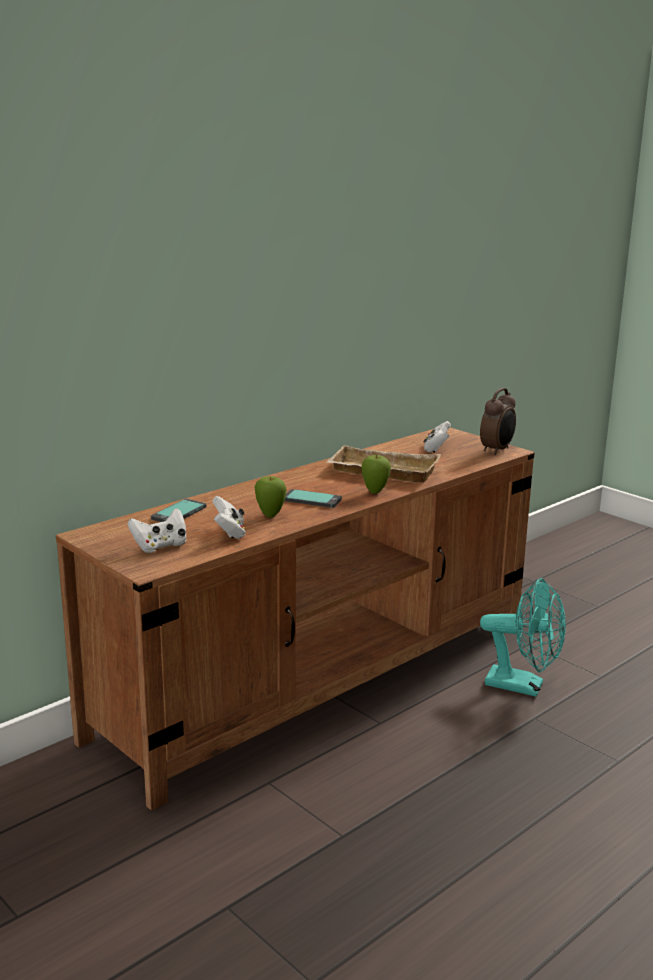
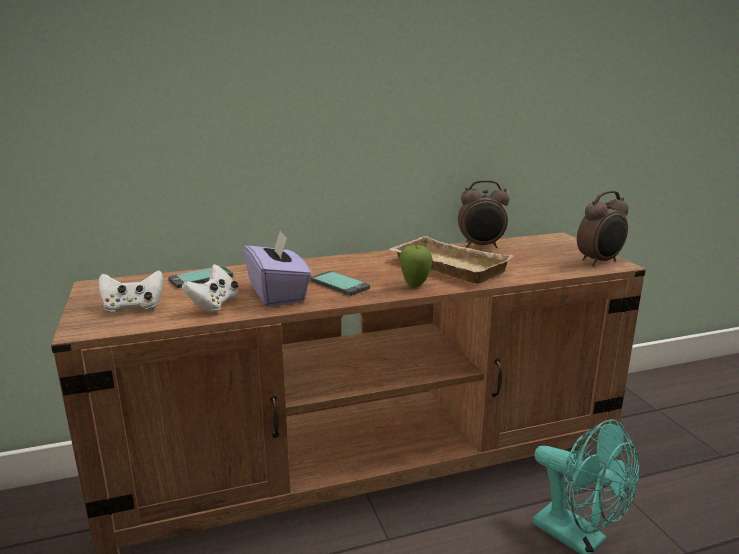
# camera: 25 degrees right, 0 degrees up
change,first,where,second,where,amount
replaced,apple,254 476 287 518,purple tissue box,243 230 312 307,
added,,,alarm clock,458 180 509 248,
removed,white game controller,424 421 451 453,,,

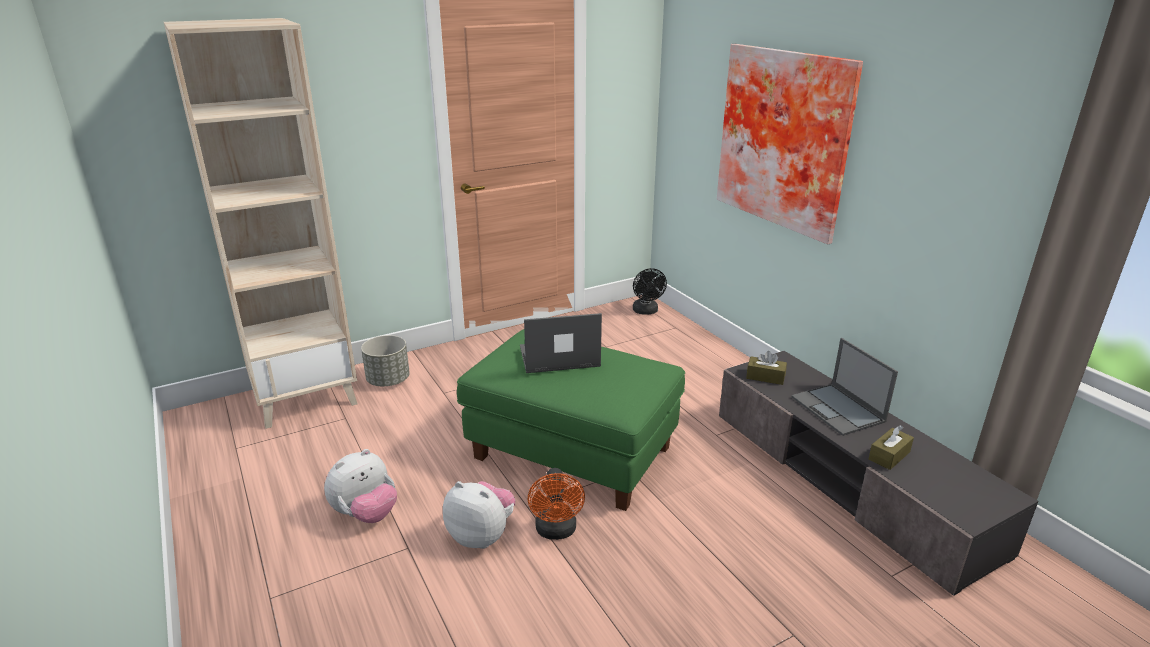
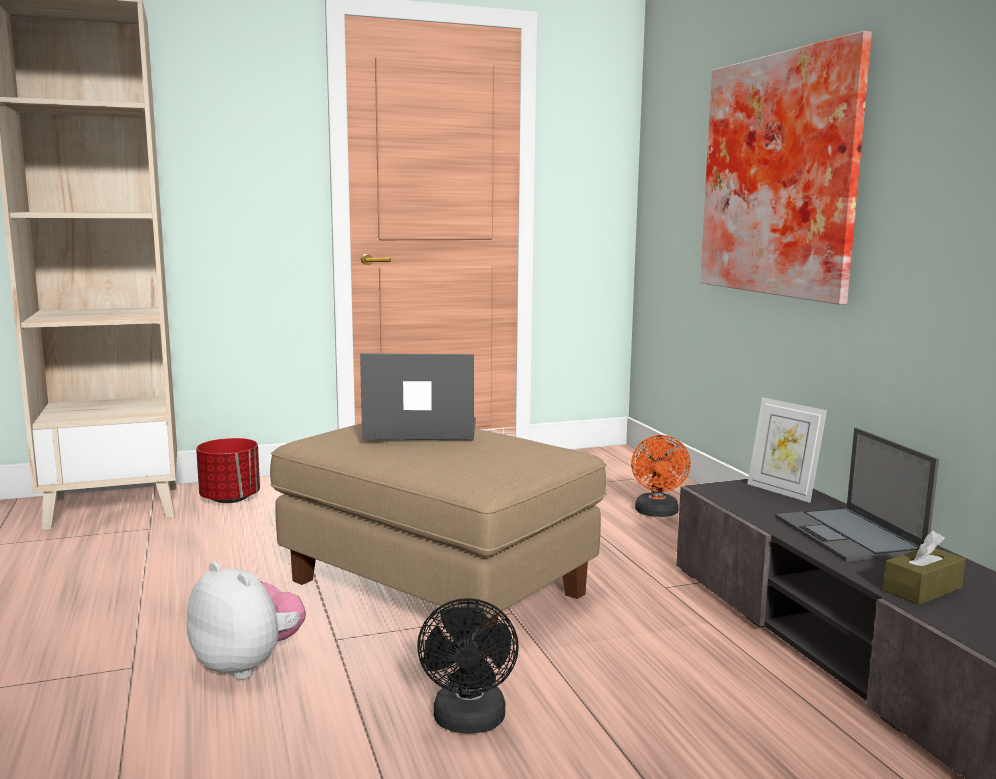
# camera: 10 degrees right, 15 degrees down
change,first,where,second,where,amount
recoloured,grey planter,361 335 410 386,red planter,196 438 260 503,
recoloured,green ottoman,457 329 685 511,beige ottoman,270 423 606 657,
moved,black fan,633 268 667 315,,417 598 519 734,
moved,orange fan,528 468 585 540,,631 435 691 517,
added,,,picture frame,747 397 827 503,
removed,plush toy,324 449 397 523,,,
removed,brown tissue box,746 351 787 385,,,

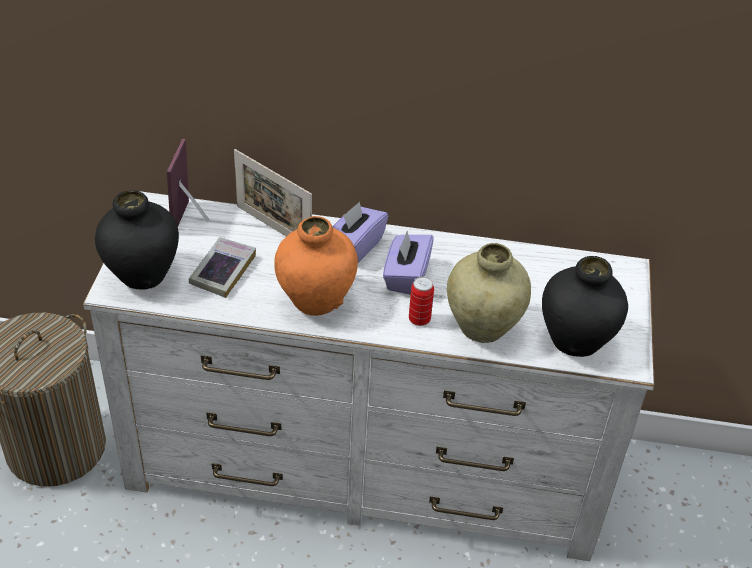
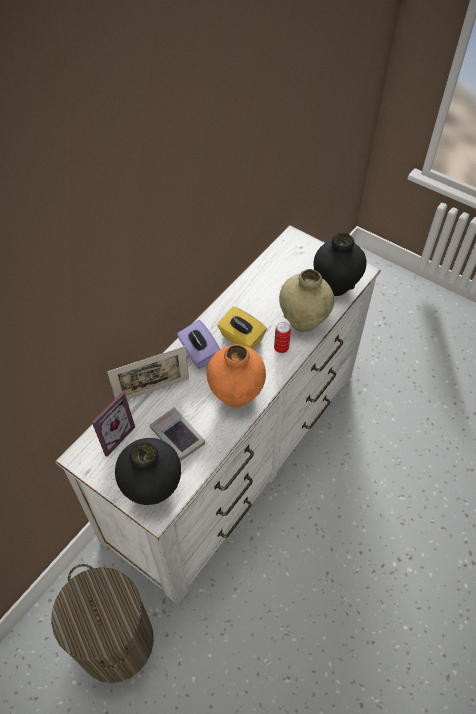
# camera: 60 degrees left, 10 degrees up
change,first,where,second,where,amount
turned,picture frame,167 139 209 226,,92 392 135 457,90 degrees counterclockwise
recoloured,purple tissue box,383 231 434 295,yellow tissue box,217 307 267 349,

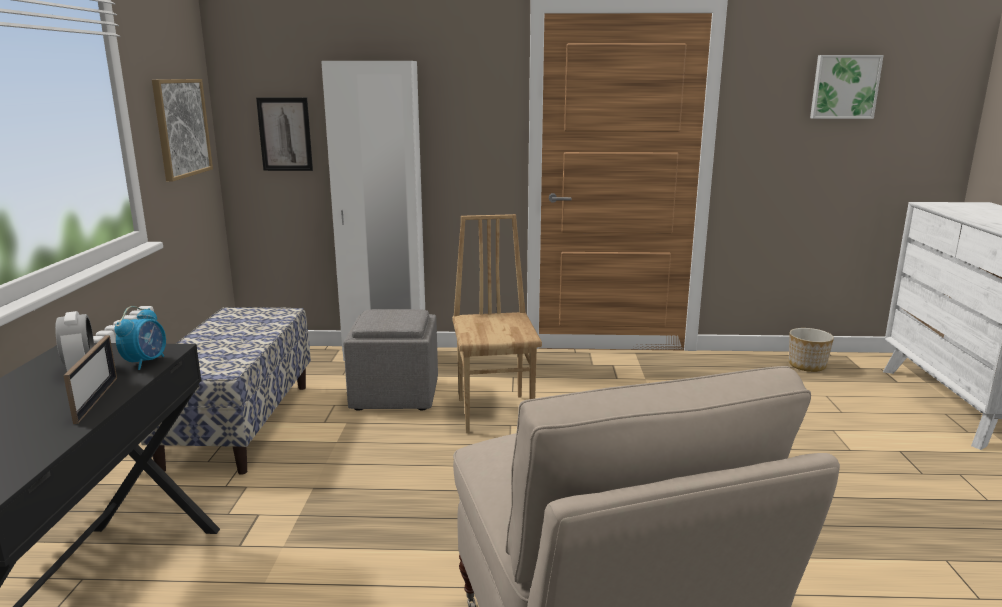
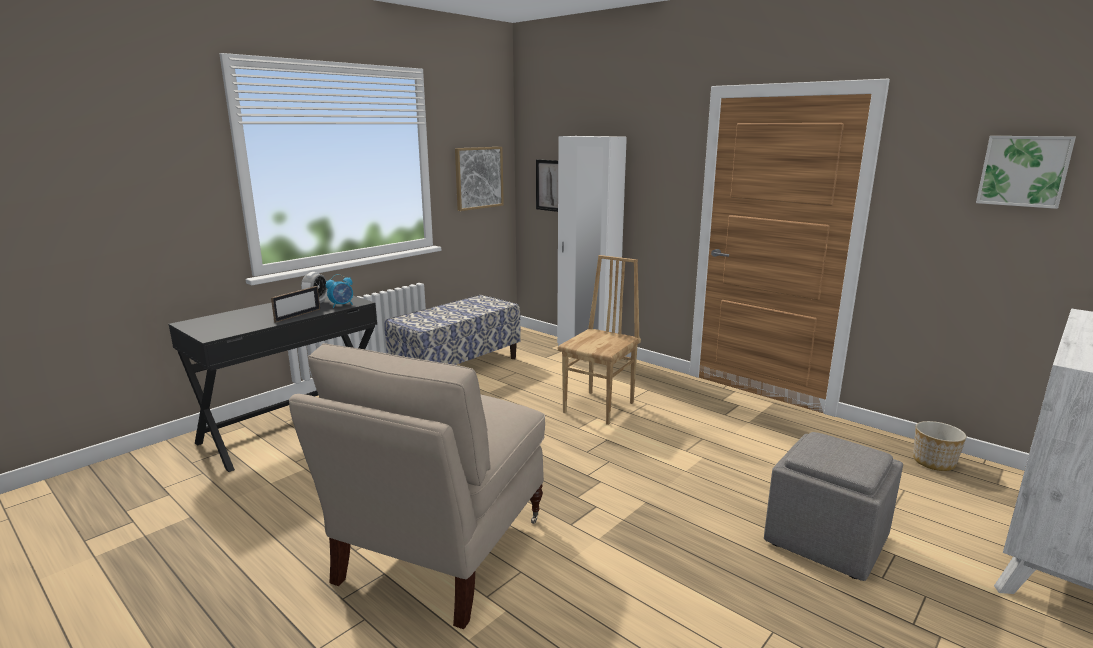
# camera: 40 degrees right, 0 degrees up
change,first,where,second,where,amount
moved,grey ottoman,343 309 438 411,,764 432 903 581,

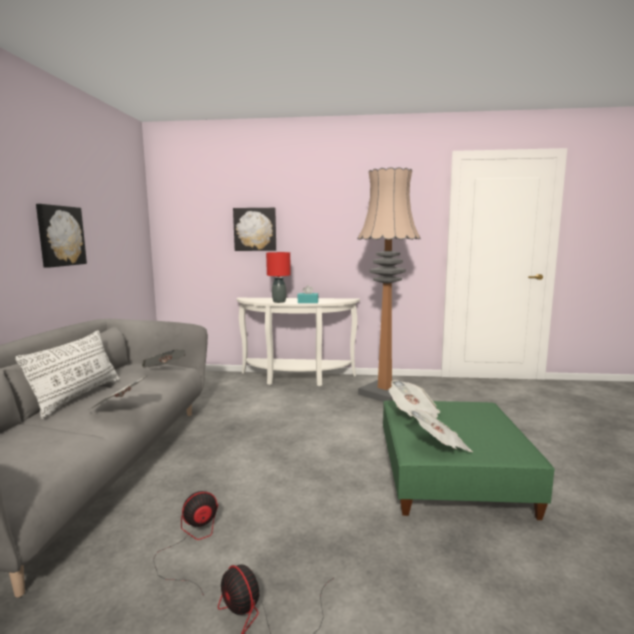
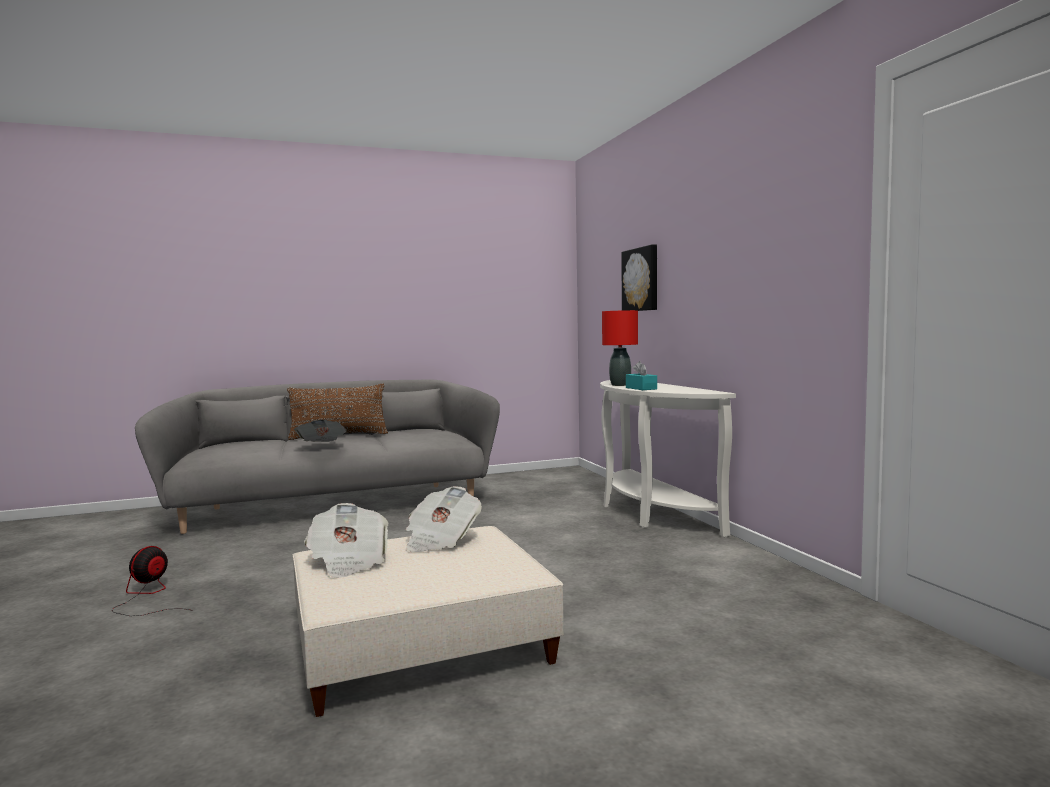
# camera: 65 degrees right, 5 degrees down
change,first,where,second,where,amount
recoloured,white pillow,15 330 120 419,brown pillow,287 384 388 440,
recoloured,green ottoman,383 400 555 520,beige ottoman,292 526 564 717,
removed,picture,36 204 87 268,,,
removed,newspaper,142 350 186 368,,,
removed,fan,153 491 218 596,,,
removed,floor lamp,357 167 421 402,,,

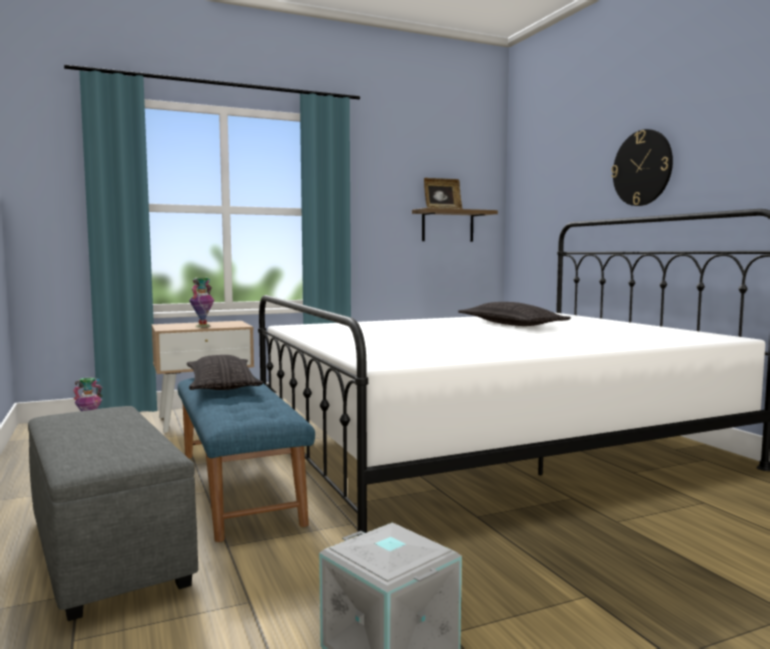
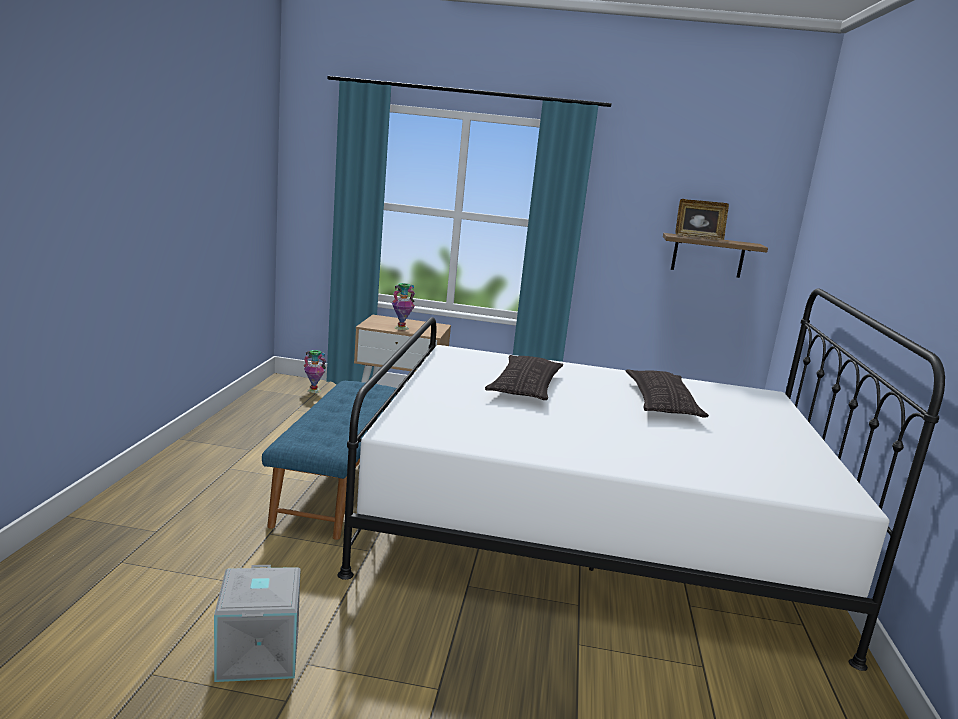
# camera: 30 degrees right, 10 degrees up
change,first,where,second,where,amount
moved,pillow,186 355 263 390,,485 355 563 400,
removed,grey ottoman,28 406 198 621,,,
removed,wall clock,611 129 673 206,,,

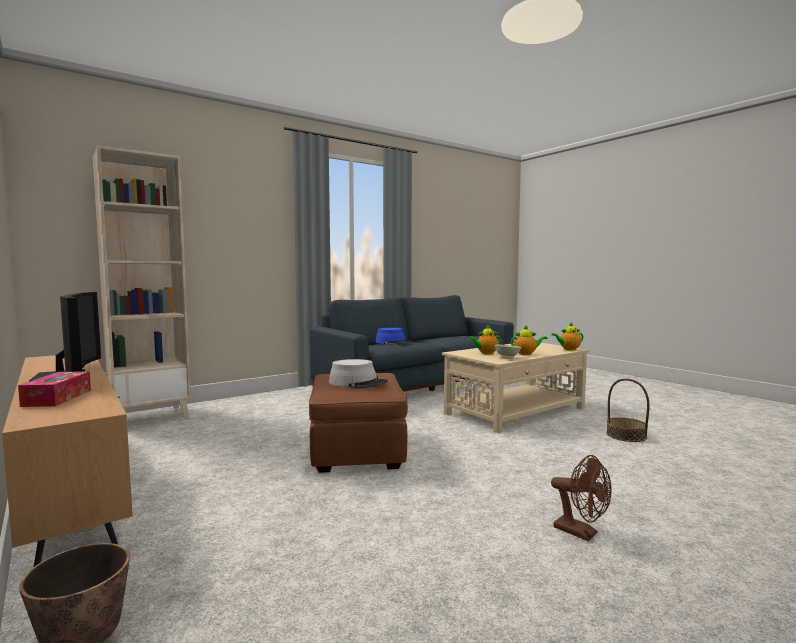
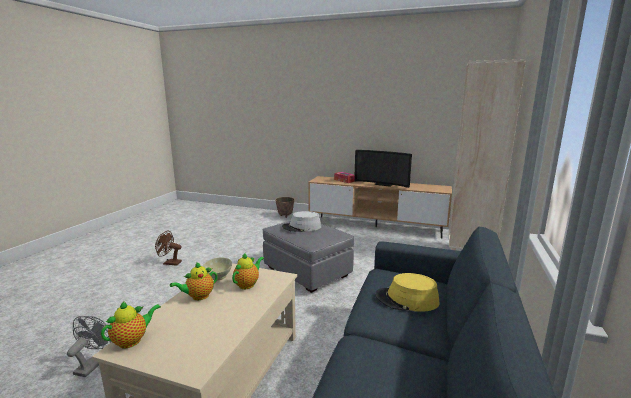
# camera: 145 degrees right, 10 degrees up
change,first,where,second,where,amount
replaced,basket,606 378 650 442,grey fan,67 316 111 377,
recoloured,brown ottoman,309 373 408 473,grey ottoman,262 221 354 293,
recoloured,blue hat,375 328 412 345,yellow hat,375 273 440 312,

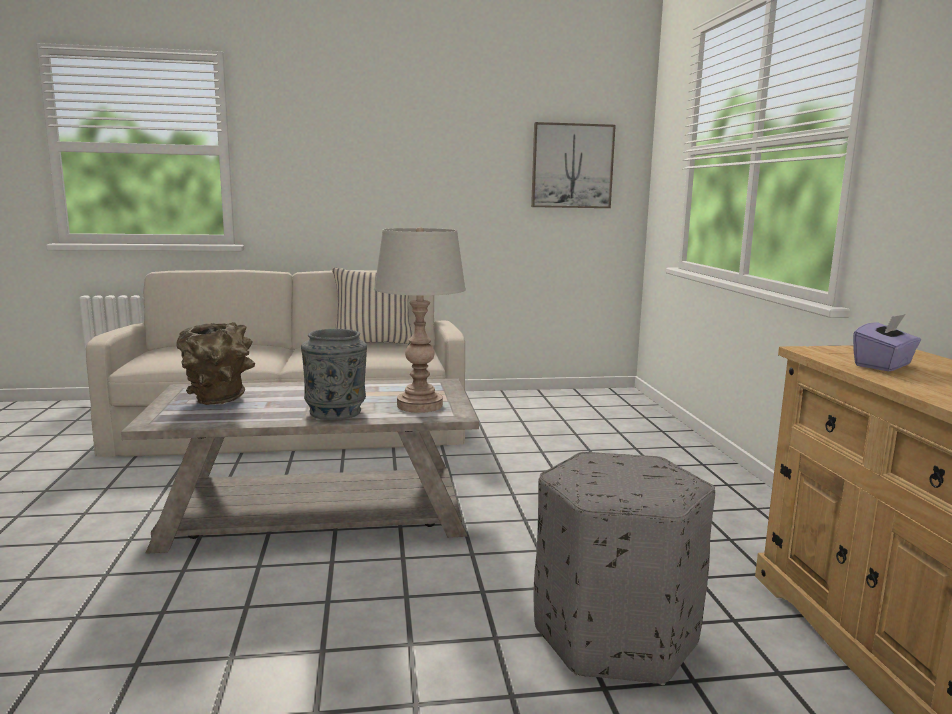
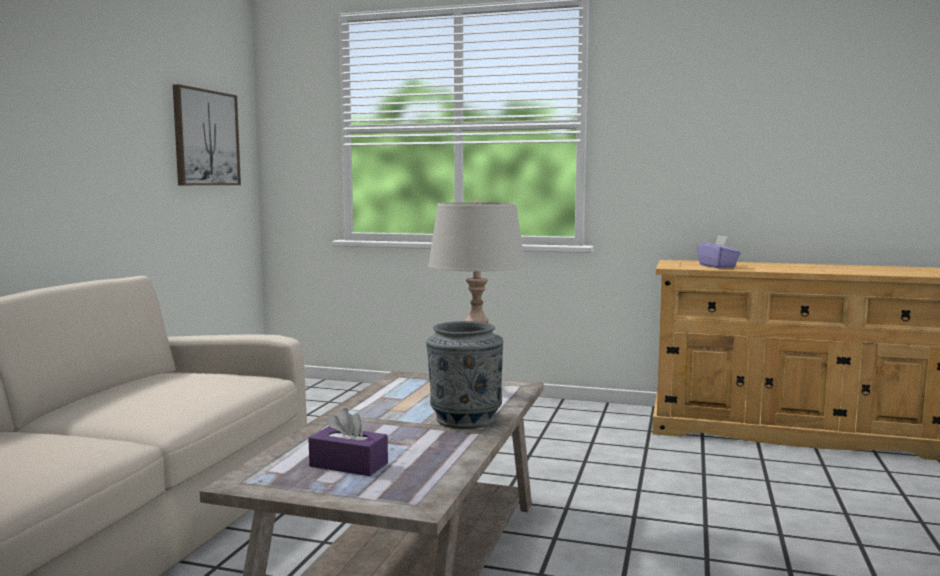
# camera: 65 degrees left, 5 degrees down
change,first,where,second,where,amount
replaced,brown vase,176 322 255 405,purple tissue box,309 408 388 476,
removed,beige pillow,332 268 413 345,,,
removed,grey ottoman,534 452 715 685,,,

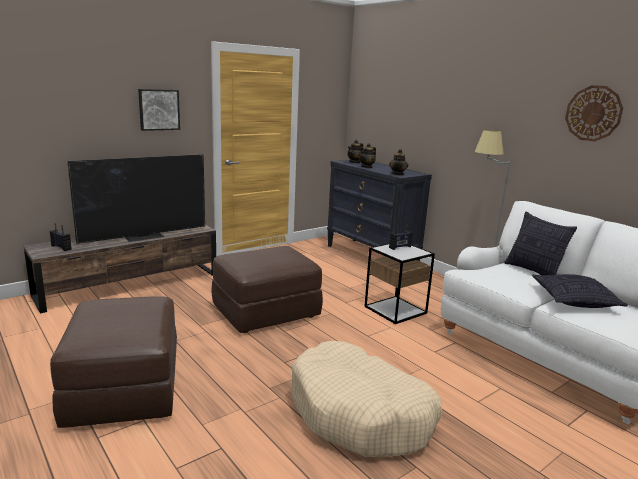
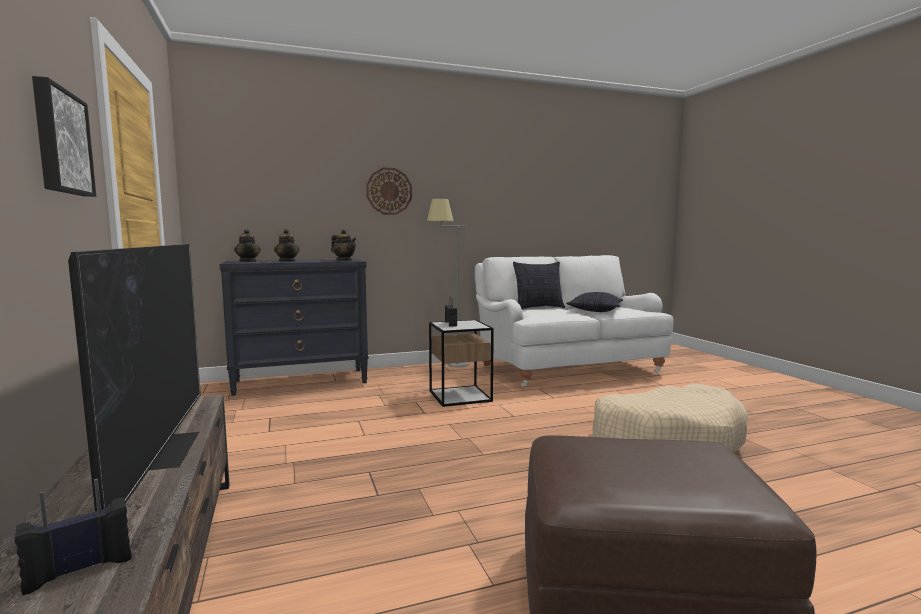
# camera: 70 degrees left, 10 degrees down
change,first,where,second,where,amount
moved,wall clock,565 85 623 141,,366 168 412 215,
removed,brown ottoman,211 246 323 333,,,

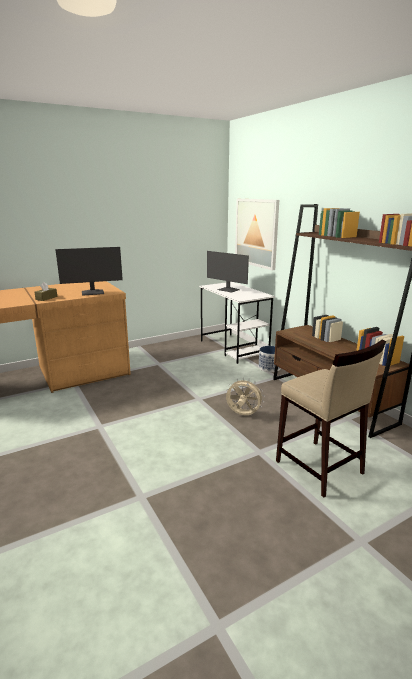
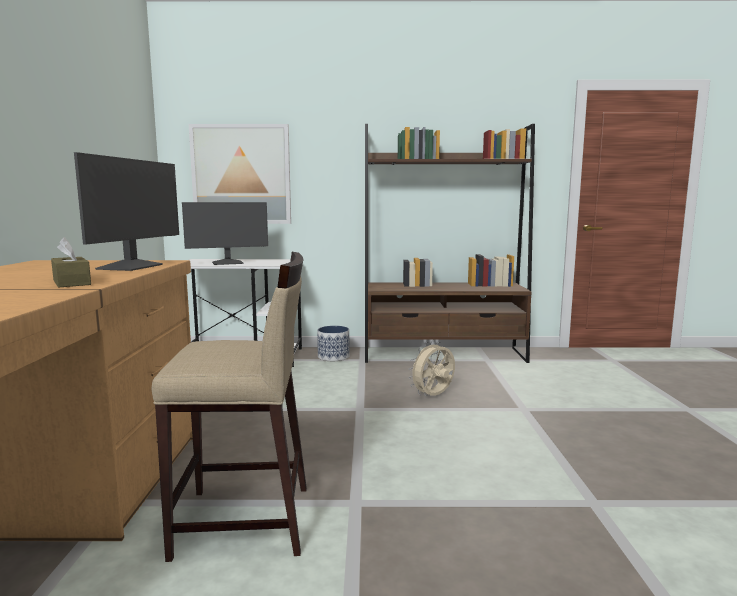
# camera: 60 degrees left, 10 degrees down
change,first,where,second,where,amount
moved,beige stool,276 339 386 497,,152 252 307 562,

